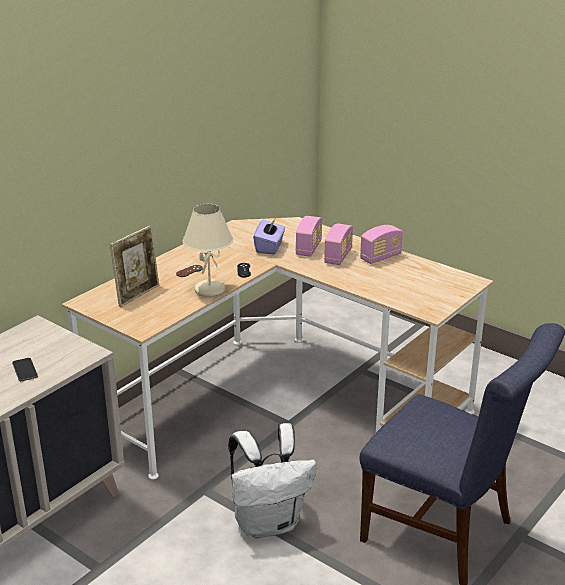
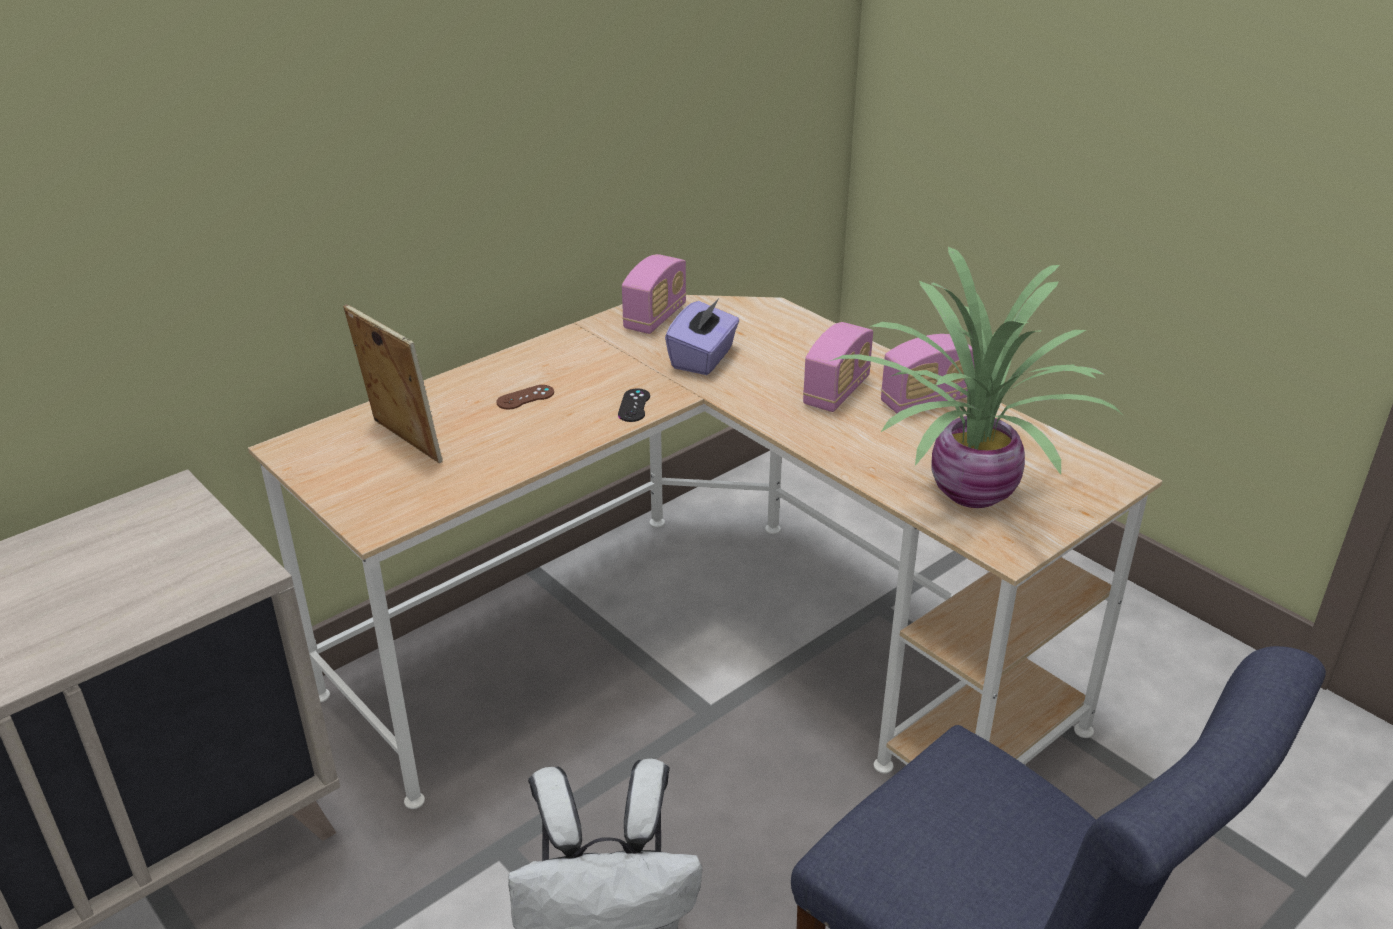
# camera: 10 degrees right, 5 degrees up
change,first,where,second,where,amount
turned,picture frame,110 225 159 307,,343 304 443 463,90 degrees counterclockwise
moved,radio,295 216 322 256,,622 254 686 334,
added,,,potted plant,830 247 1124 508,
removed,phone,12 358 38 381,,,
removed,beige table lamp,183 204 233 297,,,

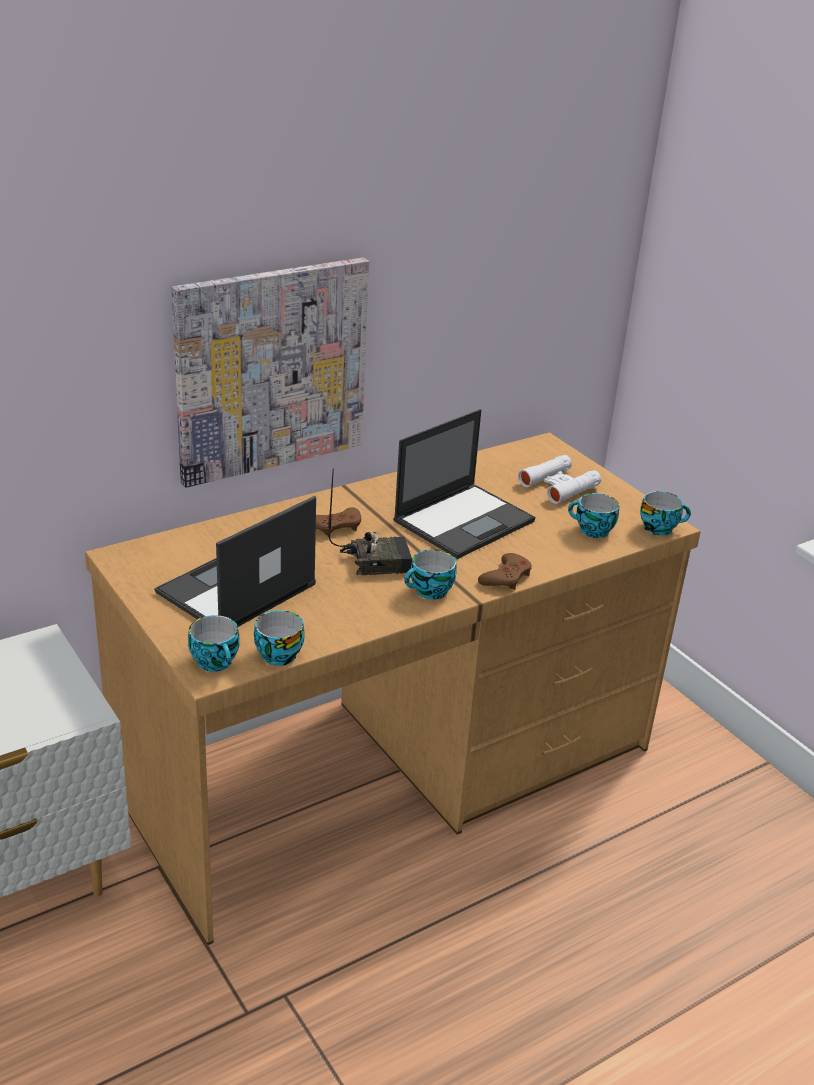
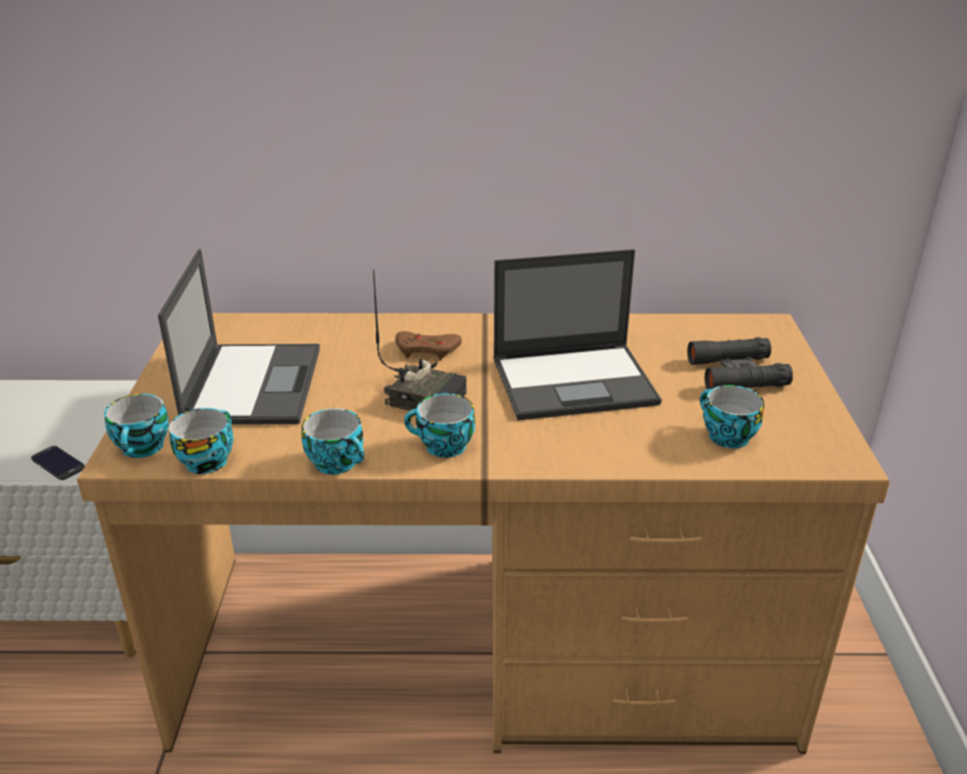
# camera: 35 degrees right, 0 degrees up
change,first,where,second,where,amount
added,,,phone,31 446 85 480,
turned,laptop,155 496 316 627,,158 249 320 424,105 degrees clockwise
moved,cup,640 491 691 536,,302 408 364 475,
recoloured,white binoculars,518 455 601 504,black binoculars,687 337 793 389,
removed,picture,171 257 369 488,,,
removed,brown game controller,478 553 532 590,,,

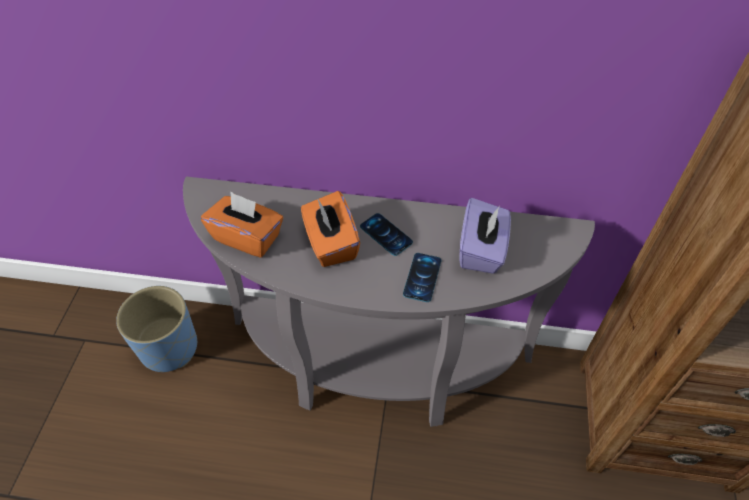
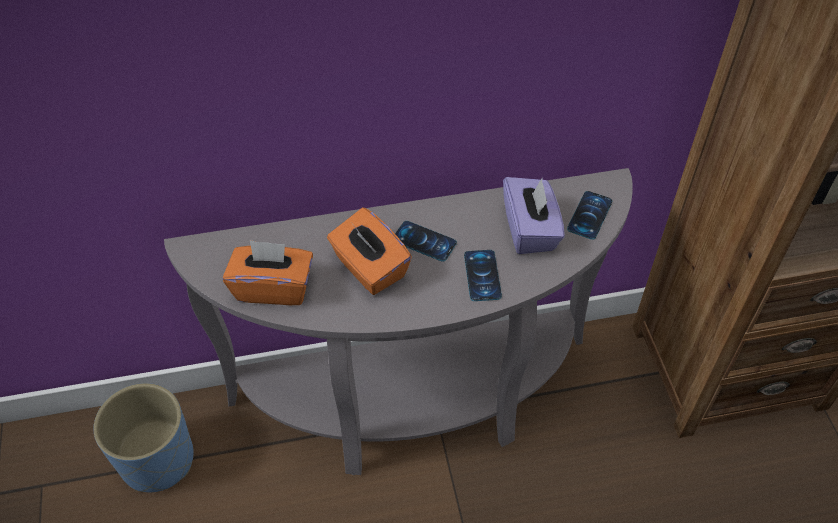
# camera: 20 degrees left, 0 degrees up
change,first,where,second,where,amount
added,,,phone,567 191 612 240,

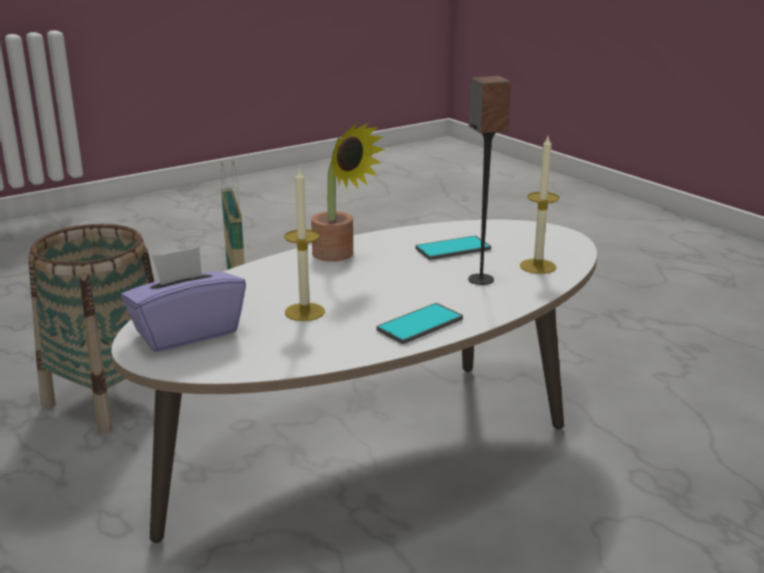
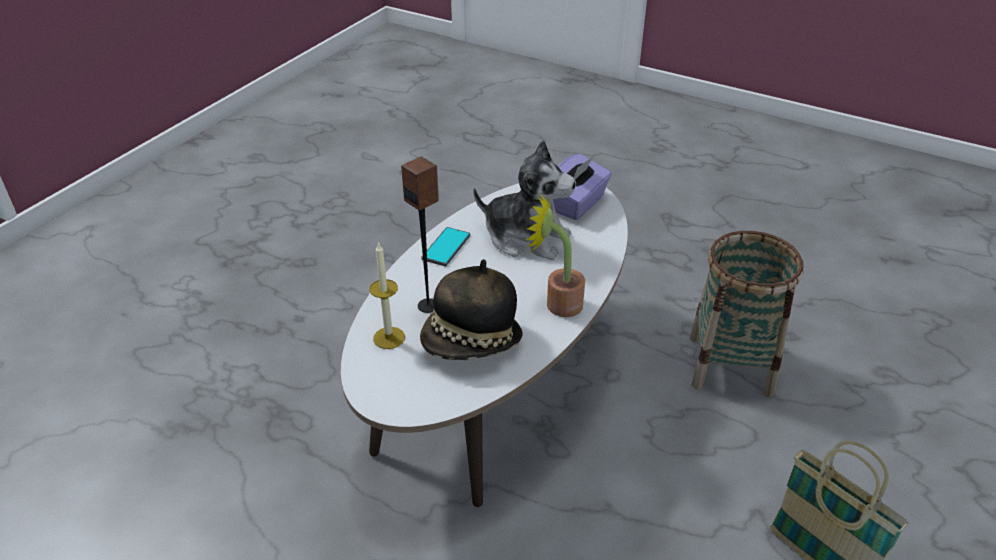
# camera: 155 degrees right, 15 degrees up
change,first,where,second,where,amount
replaced,phone,415 236 491 260,hat,420 260 523 360,
replaced,candle,284 168 325 321,plush toy,473 140 576 260,

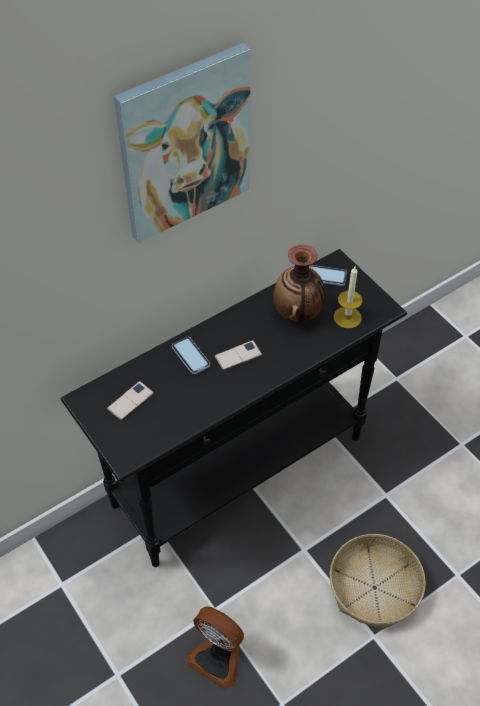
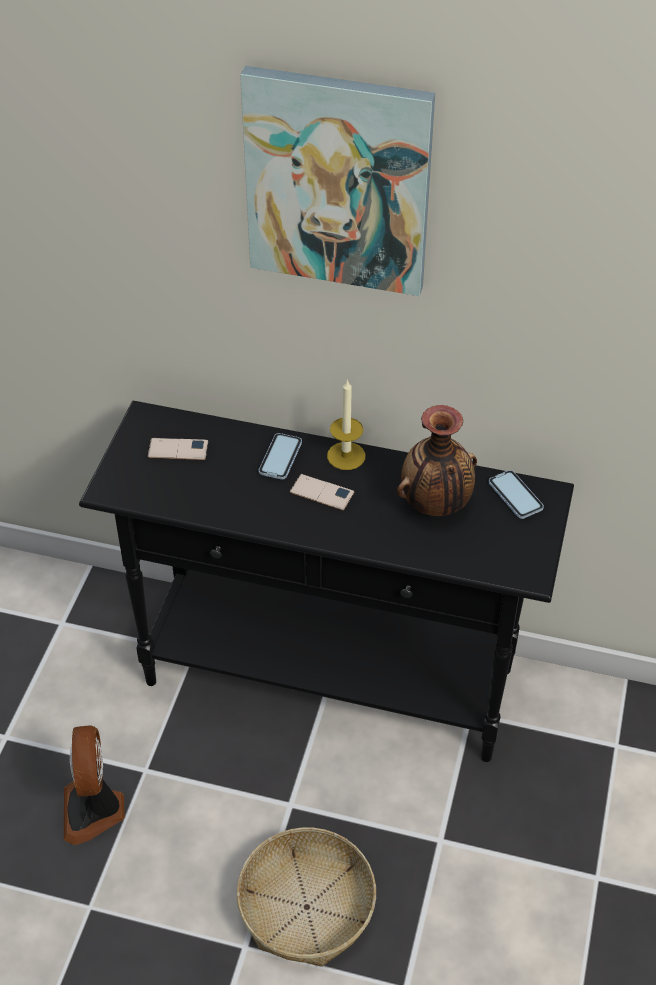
# camera: 50 degrees right, 5 degrees down
change,first,where,second,where,amount
moved,candle,334 267 362 329,,327 379 365 470,

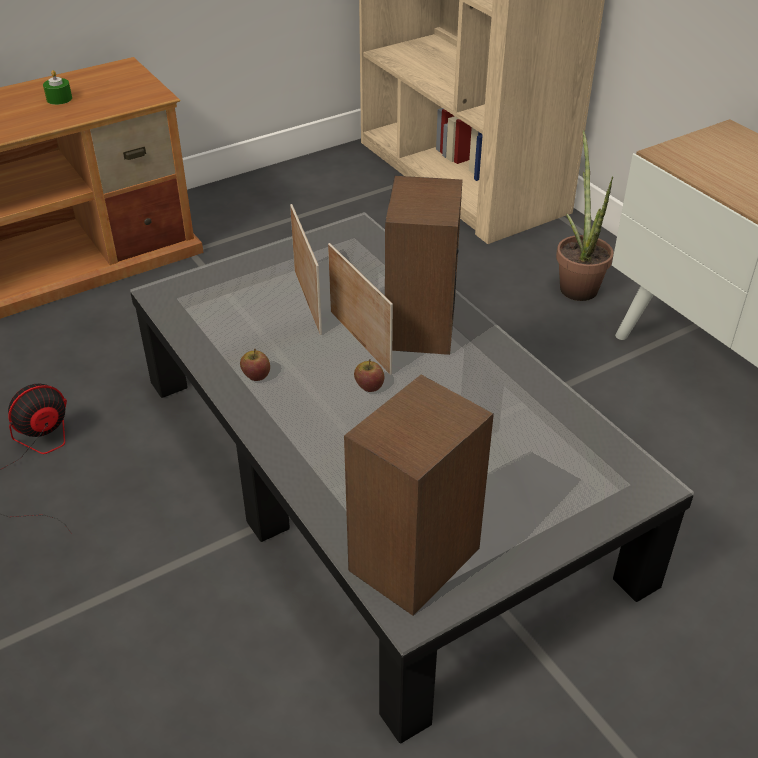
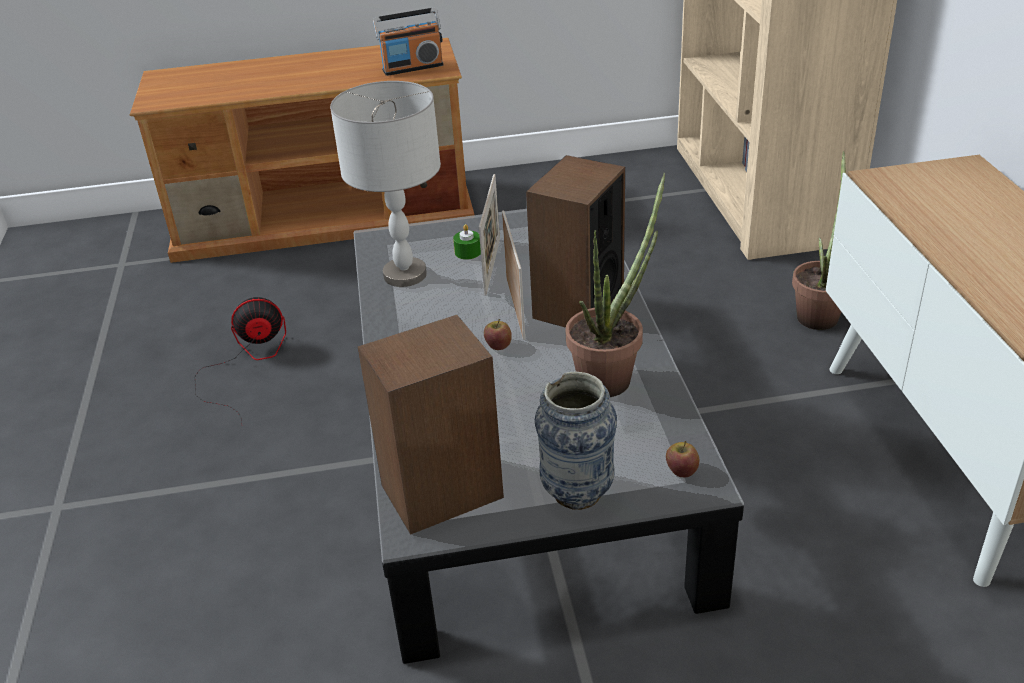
# camera: 25 degrees right, 5 degrees down
change,first,where,second,where,amount
added,,,grey table lamp,330 81 441 287,
added,,,radio,373 8 443 76,
moved,green candle,43 70 72 105,,453 224 481 260,
added,,,vase,535 372 617 510,
added,,,potted plant,566 173 665 397,
moved,apple,240 349 270 381,,666 441 699 477,

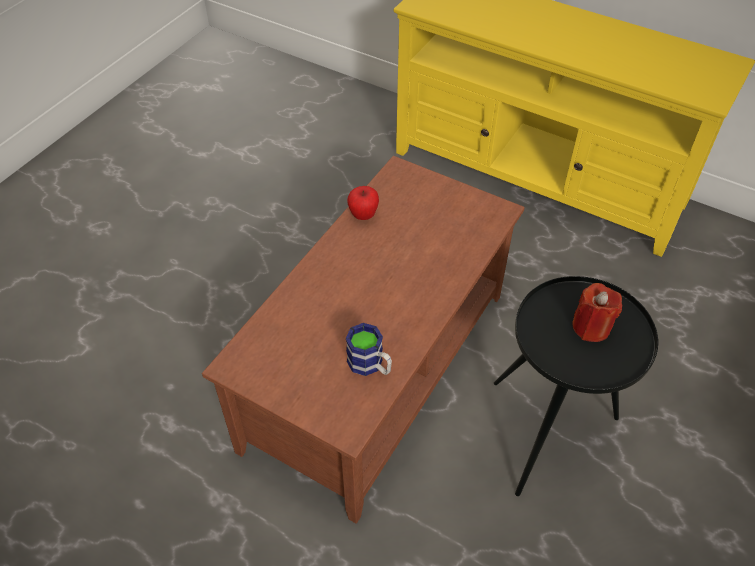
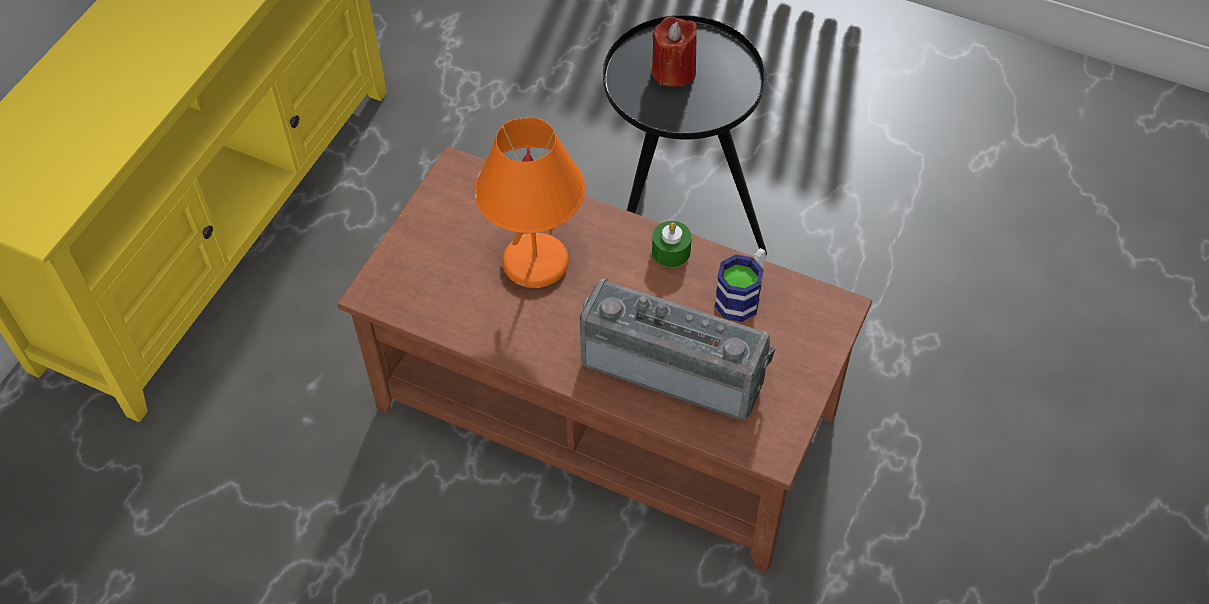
# camera: 95 degrees left, 5 degrees up
change,first,where,second,where,amount
added,,,orange table lamp,474 117 585 288,
added,,,radio,580 279 775 420,
added,,,green candle,652 221 692 267,
removed,apple,347 186 379 220,,,

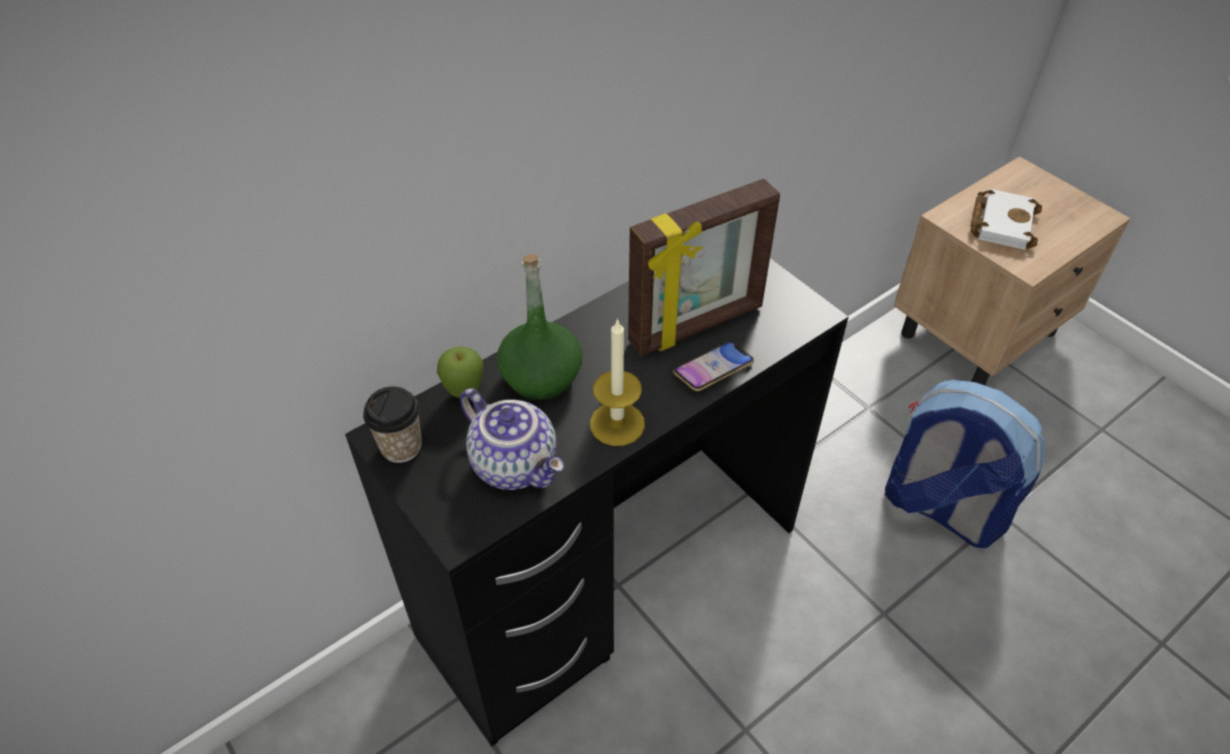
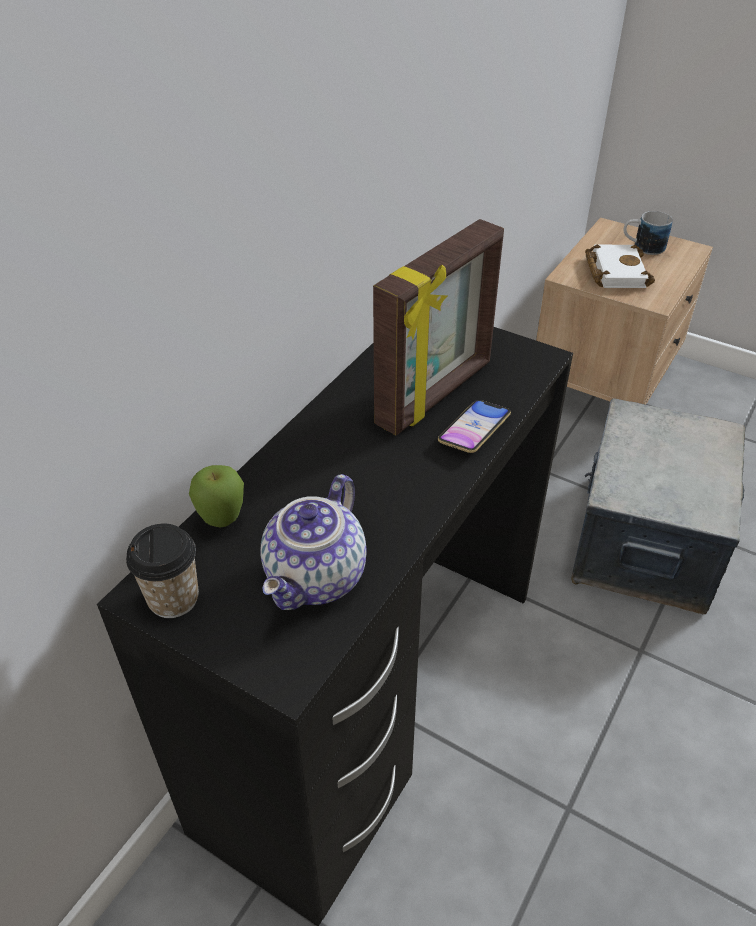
# camera: 20 degrees left, 5 degrees down
change,first,where,second,where,amount
turned,teapot,460 388 564 490,,260 474 367 610,90 degrees clockwise
replaced,backpack,885 380 1045 548,storage box,571 398 745 614,
added,,,mug,624 211 673 255,
removed,green bottle,497 254 582 400,,,
removed,candle,590 318 645 446,,,

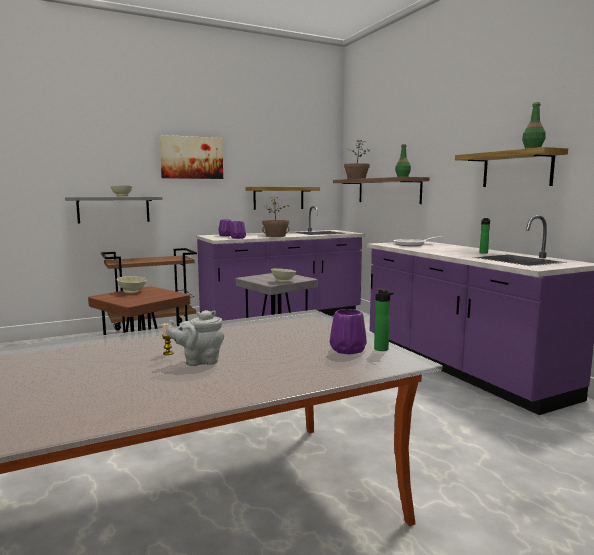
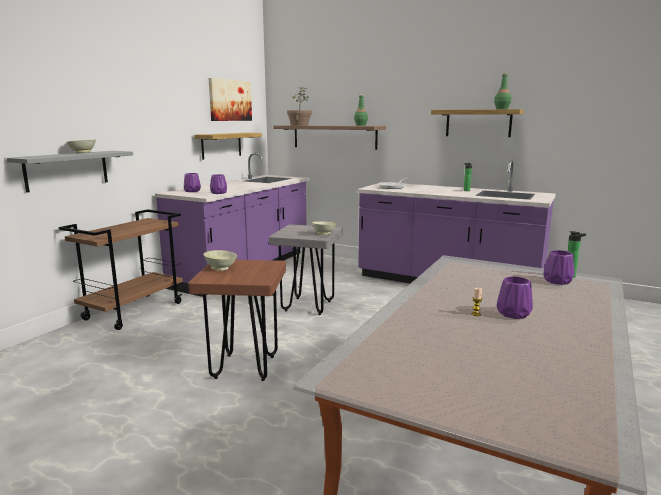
# camera: 35 degrees left, 5 degrees up
change,first,where,second,where,amount
moved,picture,159 135 223 179,,209 78 252 121,
replaced,grey teapot,166 310 224 366,purple vase,497 276 533 319,
removed,potted plant,262 196 290 237,,,

